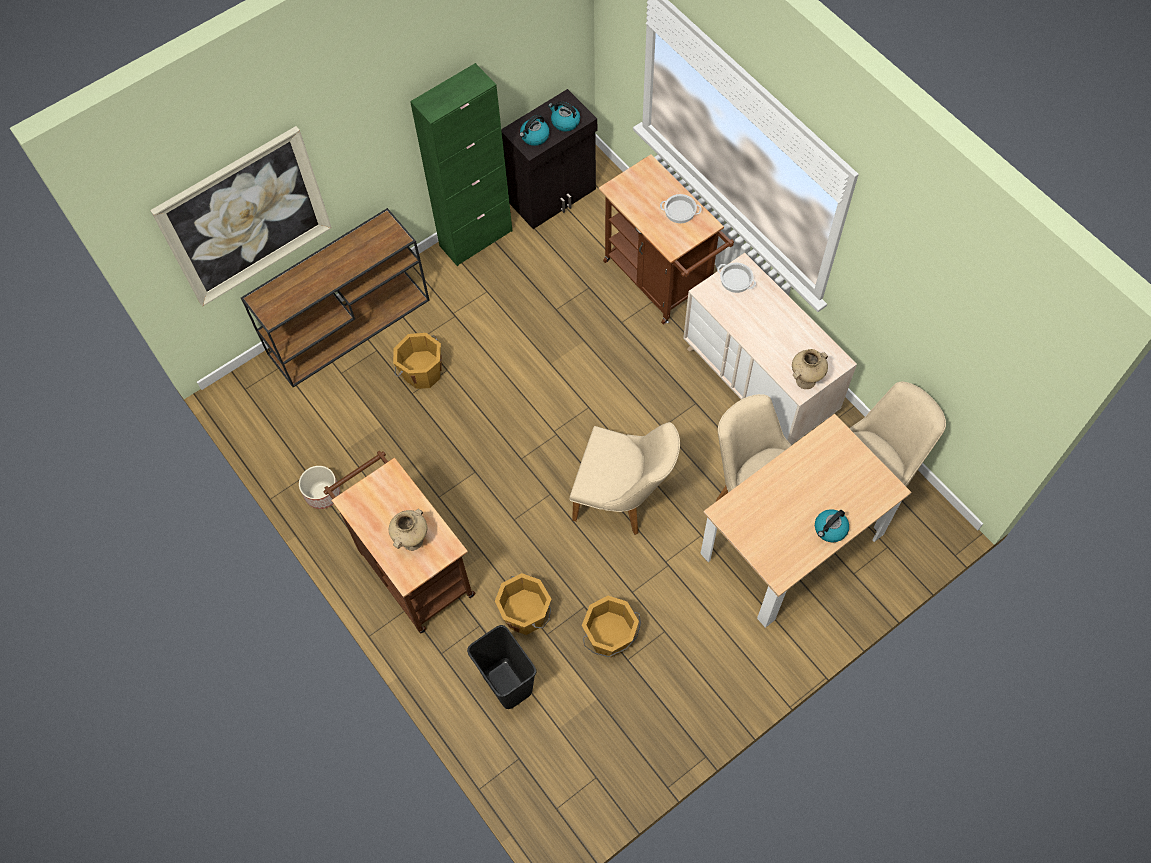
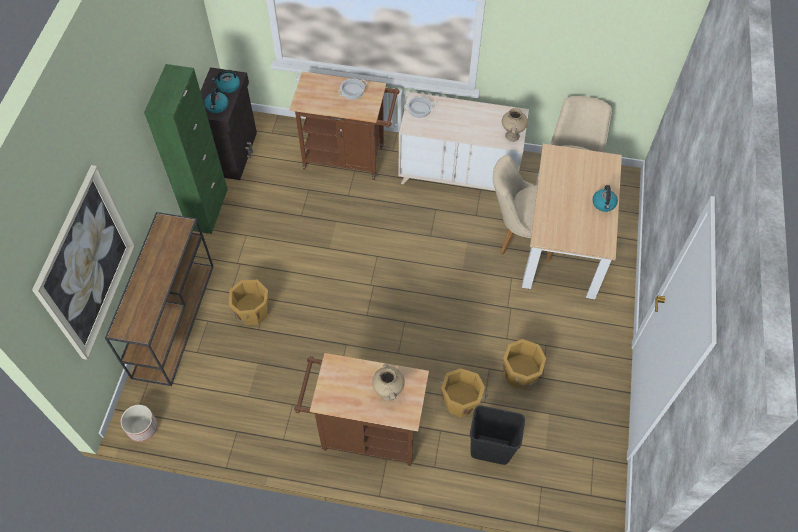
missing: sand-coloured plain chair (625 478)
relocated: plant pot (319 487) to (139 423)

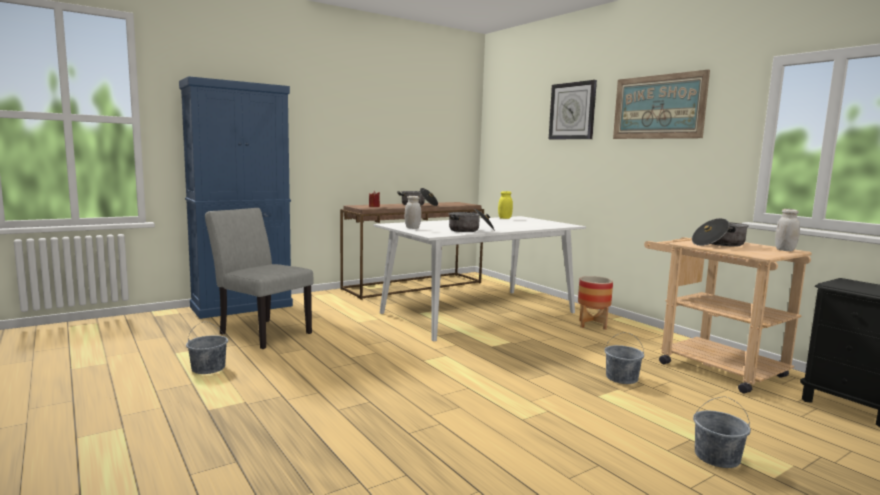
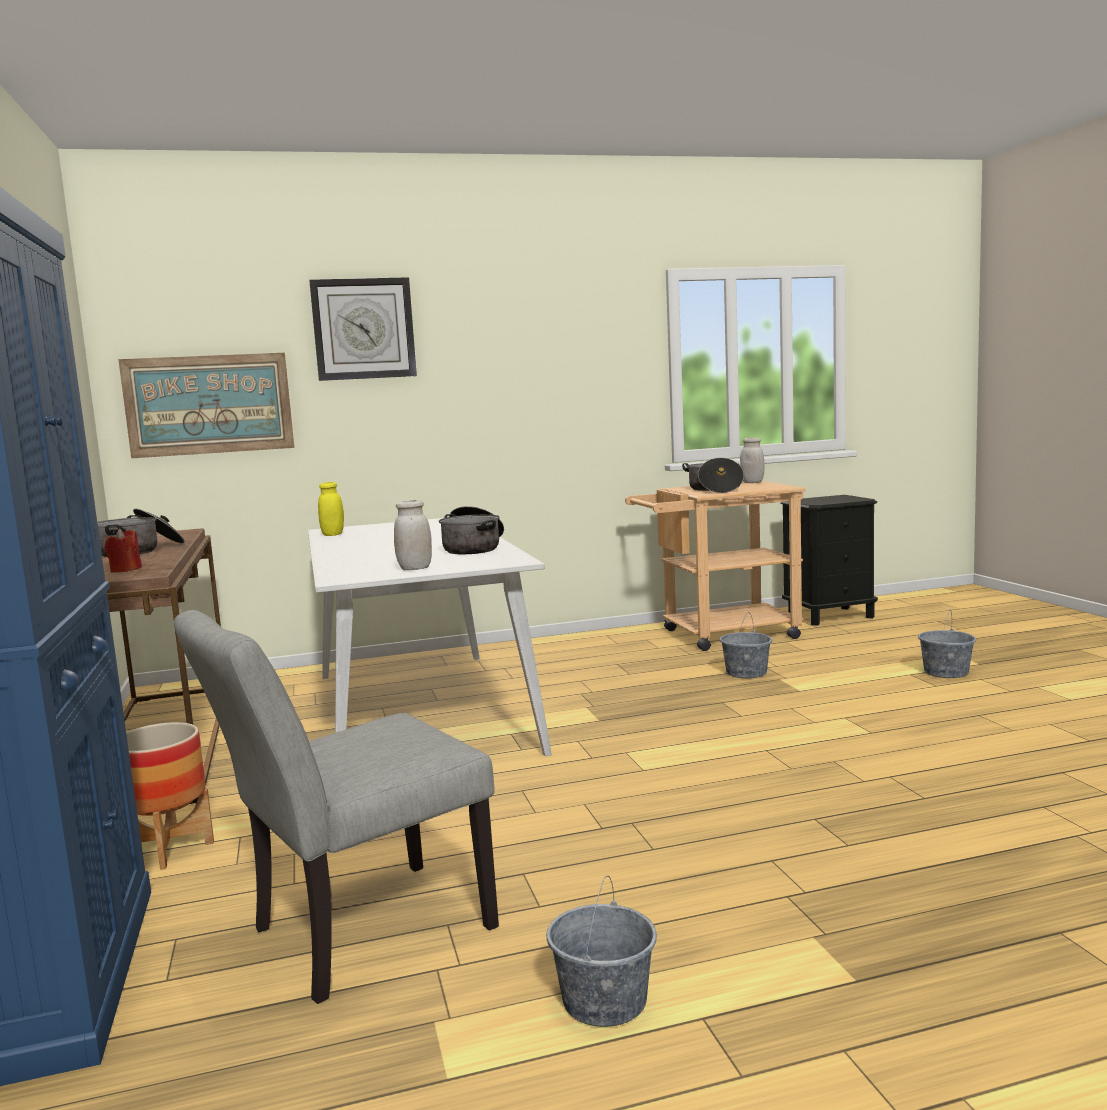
relocated: plant pot (595 303) to (170 796); picture (661 104) to (206 405)

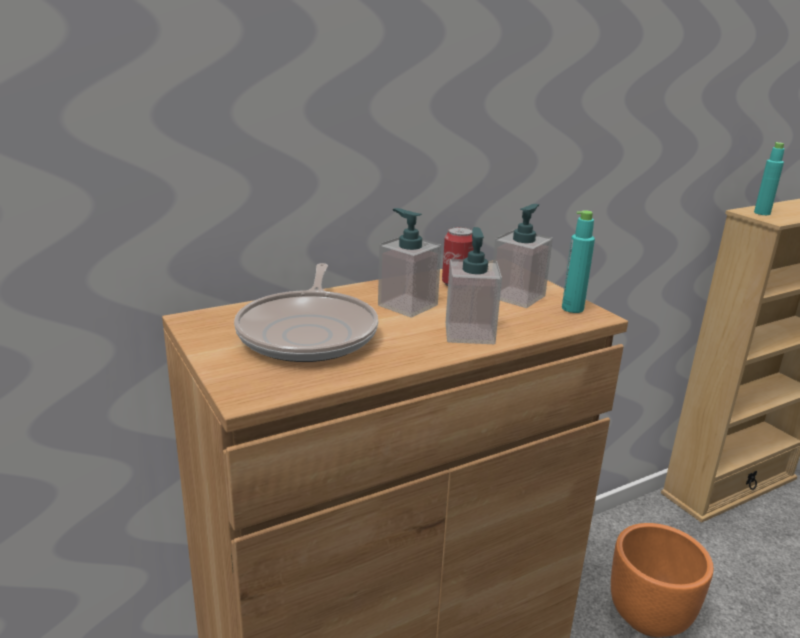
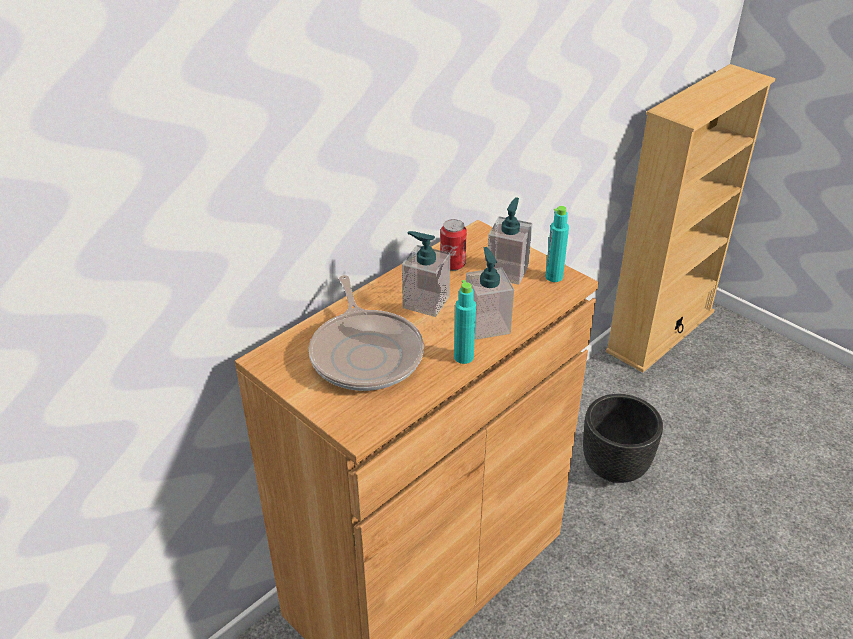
relocated: blue-green beverage bottle (769 178) to (465 322)
colour: orange-coloured plant pot (662 580) to black plant pot (623 438)

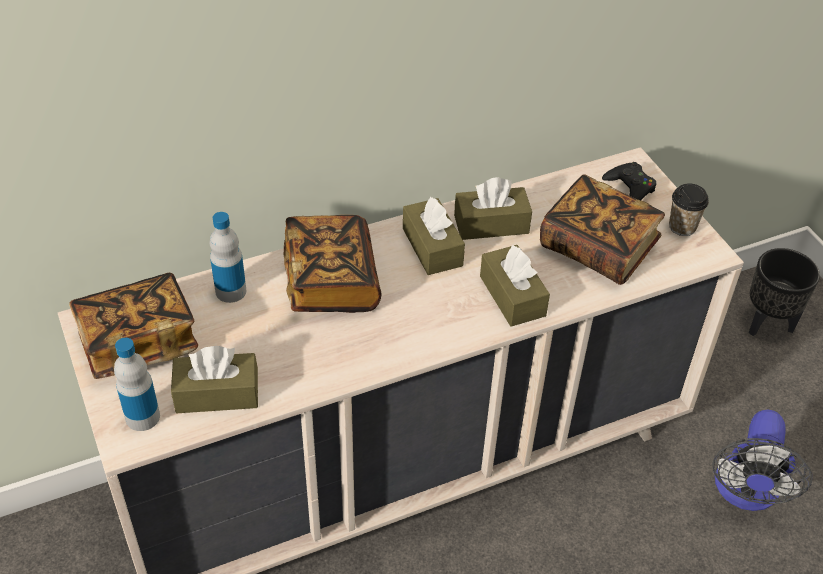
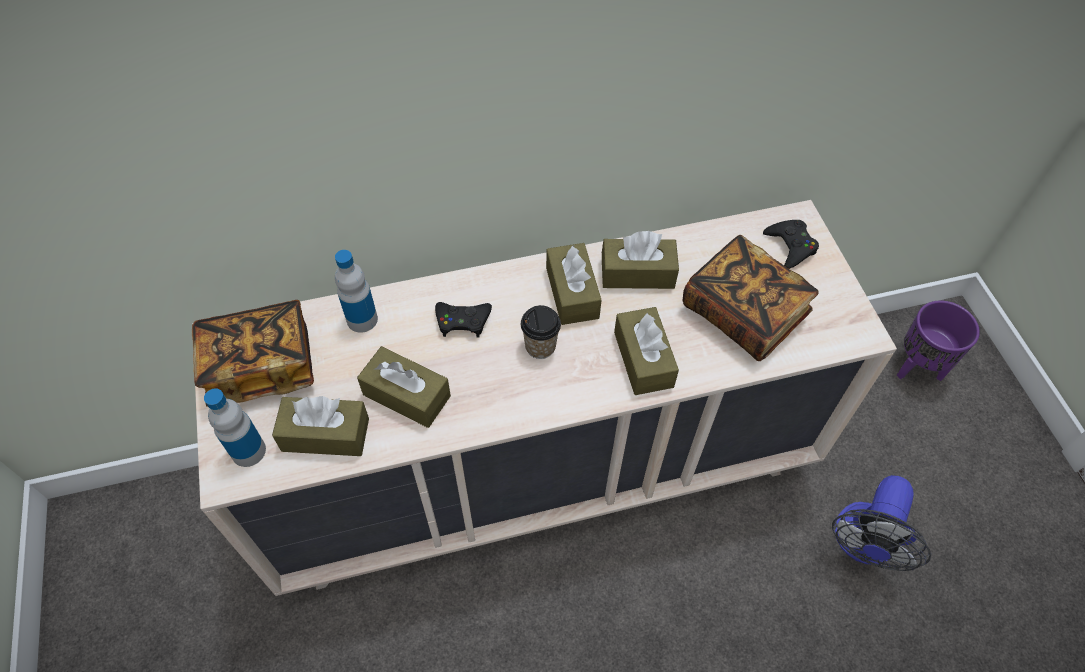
appeared: brownish box of tissues (404 387)
relocated: drinking cup (689 209) to (541 332)
exchanged: book (332 264) to black gamepad (463 320)
colour: black plant pot (784 292) to purple plant pot (938 340)

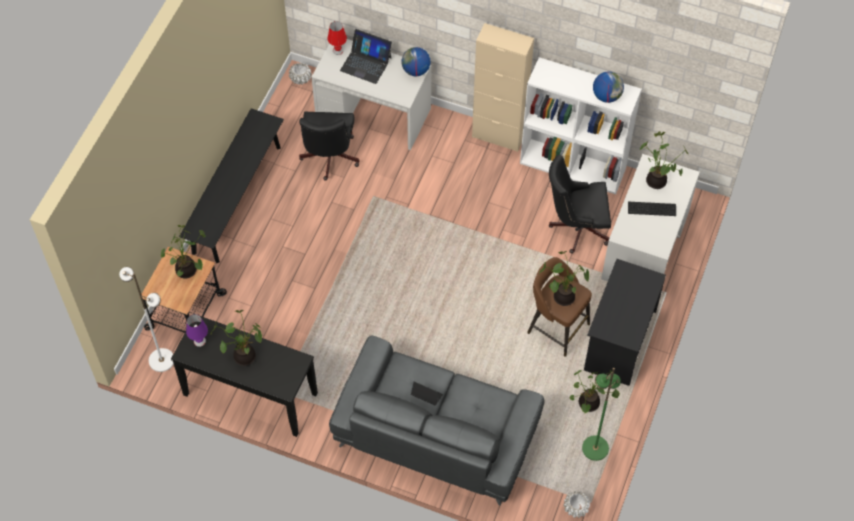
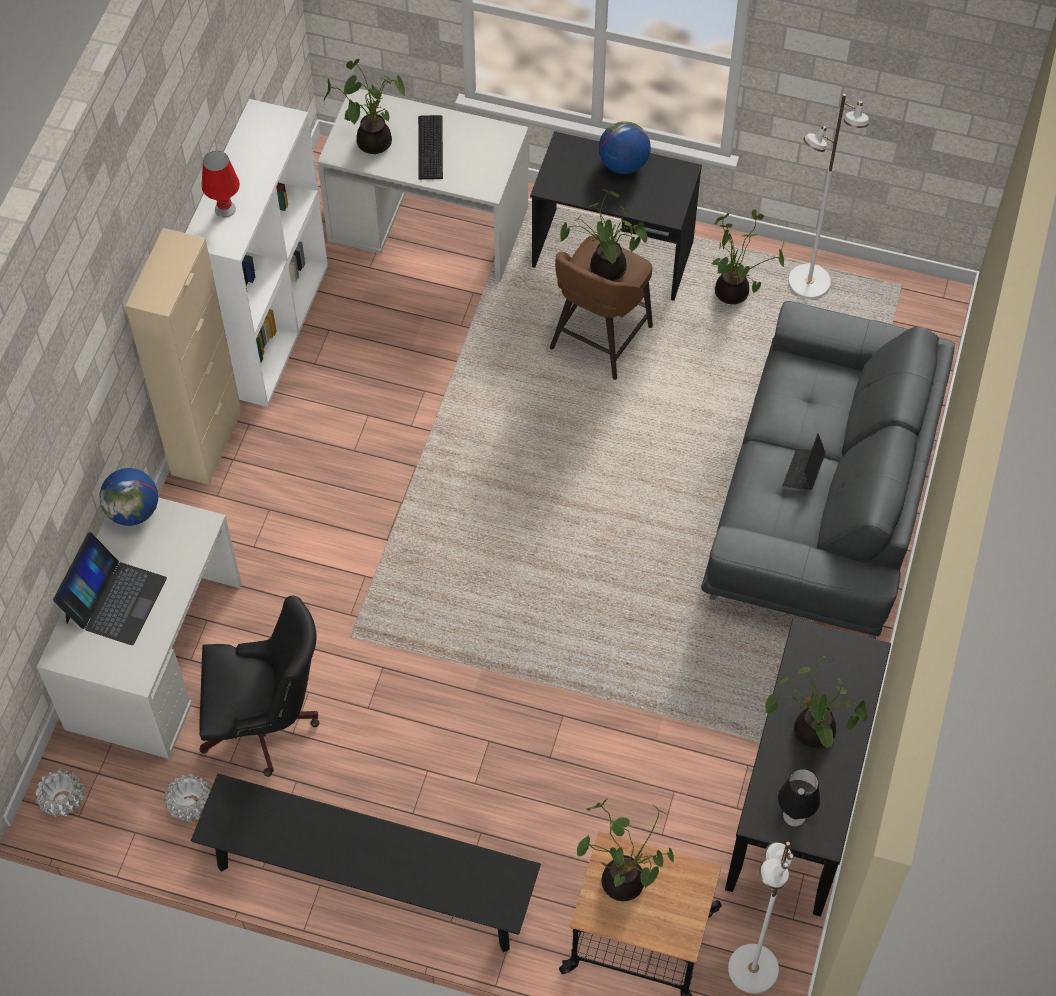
missing: black office chair (580 204)
relocated: red table lamp (337 38) to (221 184); white plant pot (576 504) to (187 798); world globe (608 87) to (625 147)
colour: purple table lamp (197 330) to black table lamp (799 797); green-coloured standing lamp (601 414) to white standing lamp (828 196)

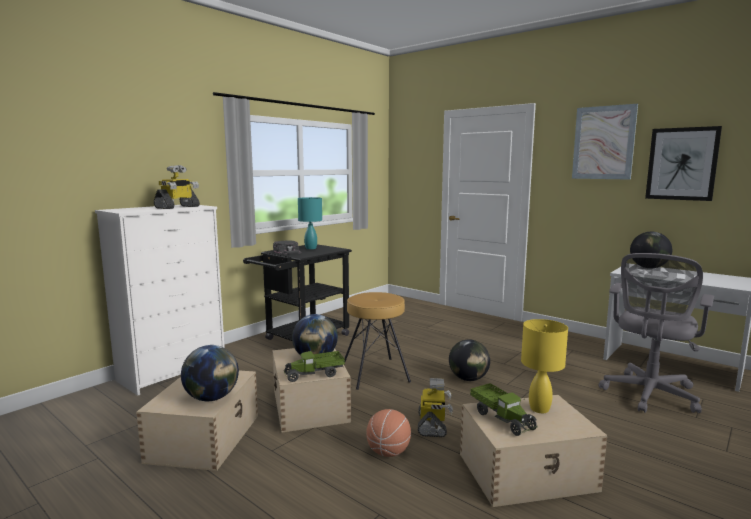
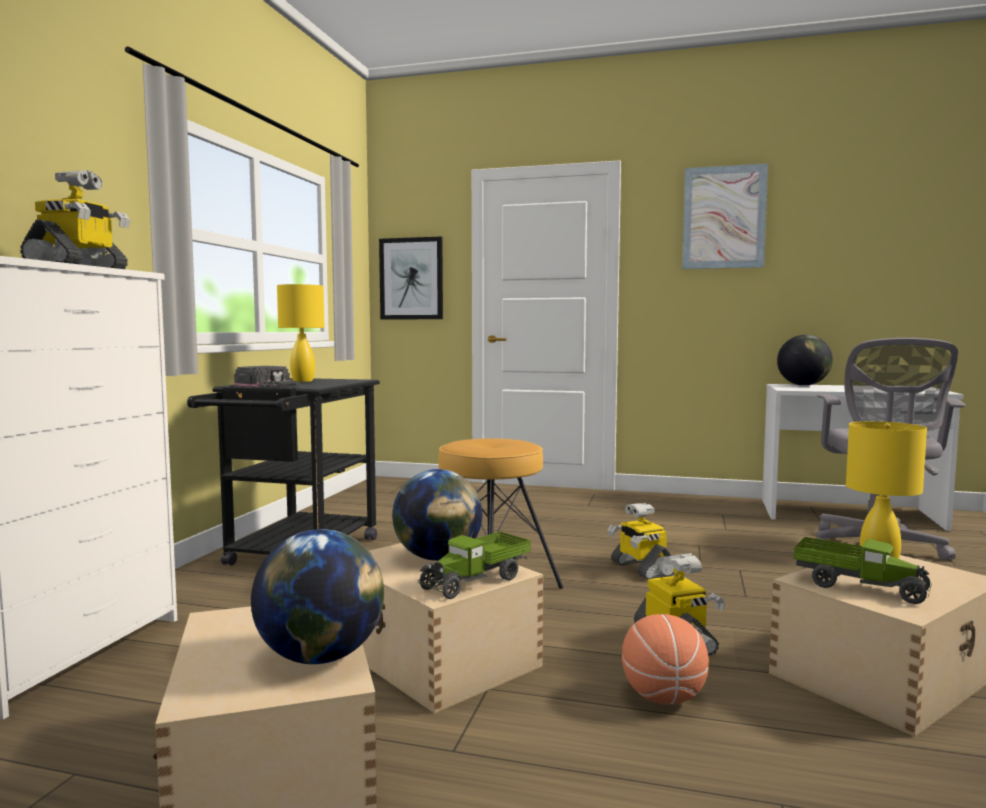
relocated: picture (683 163) to (411 278)
exchanged: world globe (469 360) to robot figure (640 541)
colour: blue-green table lamp (310 223) to yellow table lamp (300 333)

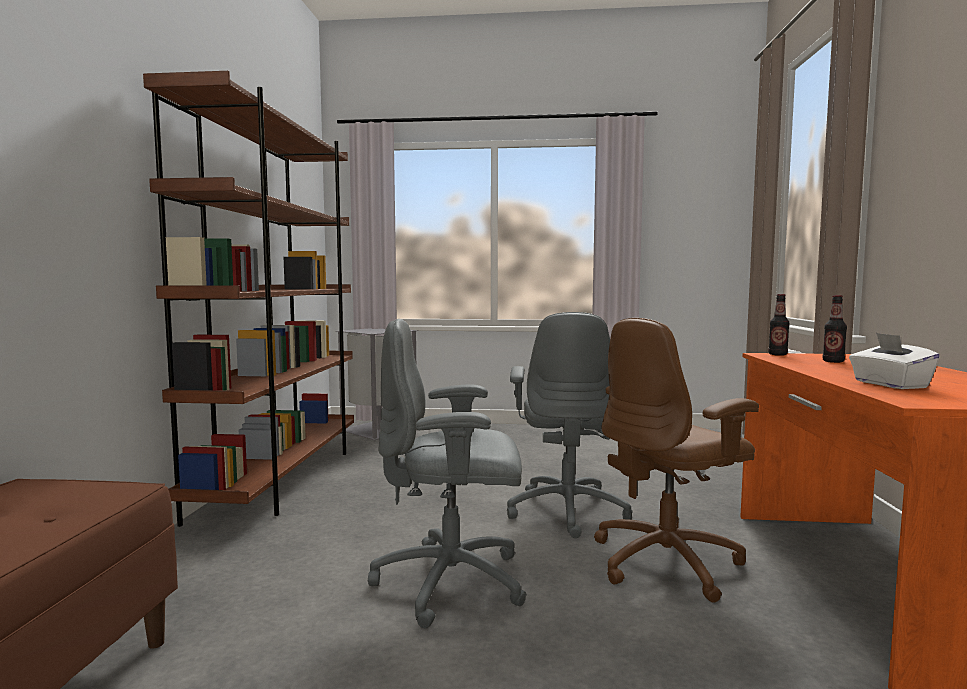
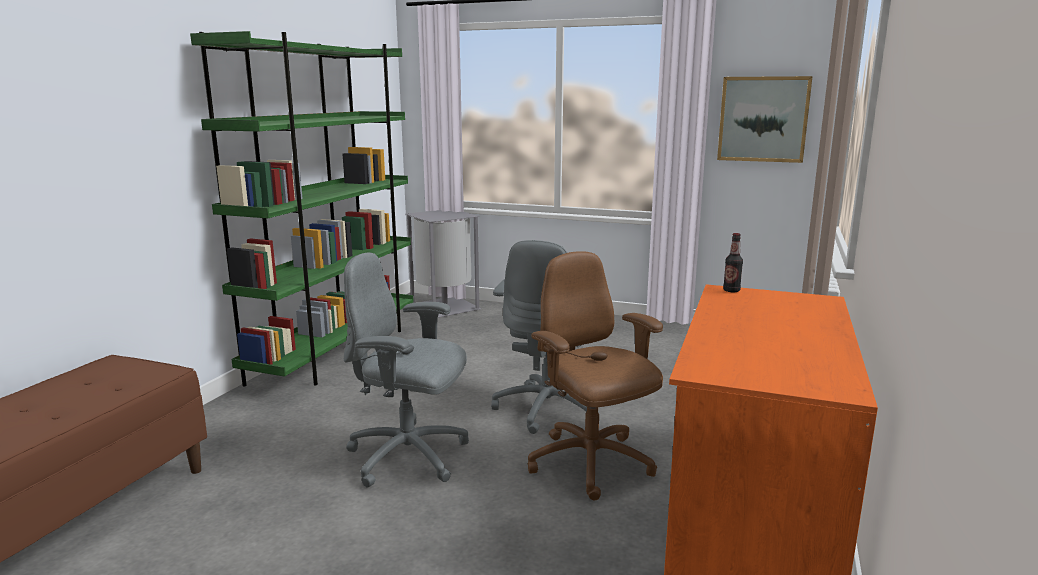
missing: beverage bottle (835 329); white box of tissues (894 361)
appeared: picture (765 119)
colour: brownish shelving unit (248 299) to green-coloured shelving unit (302 209)
spun: brownish office chair (676 460) = (595 375) 75 degrees clockwise

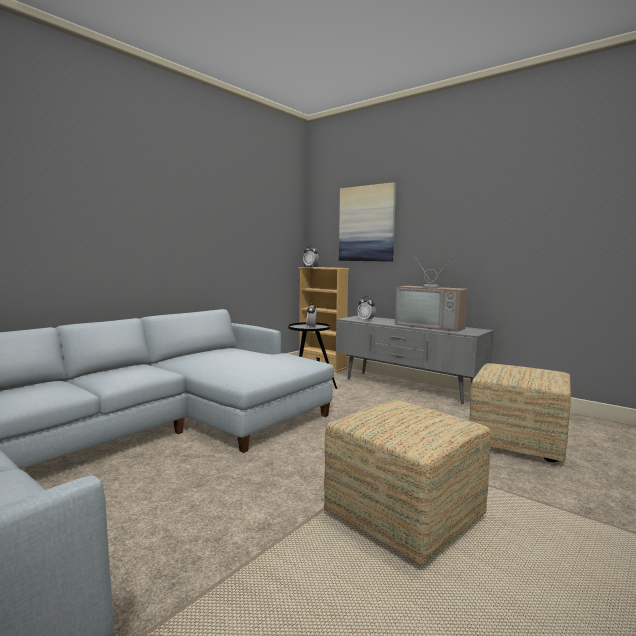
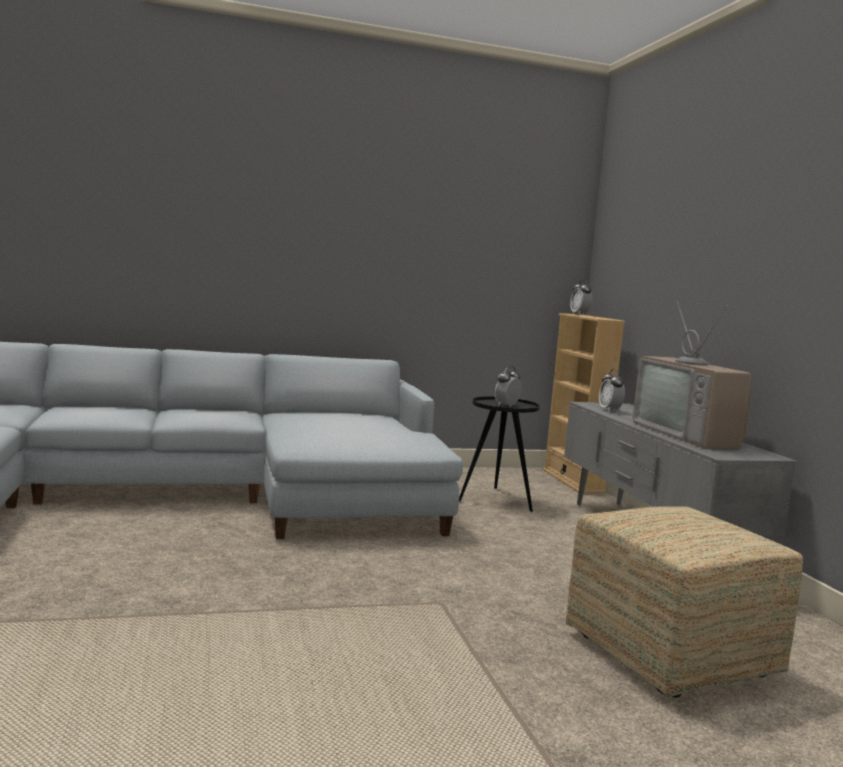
missing: ottoman (407 482); picture (367 222)

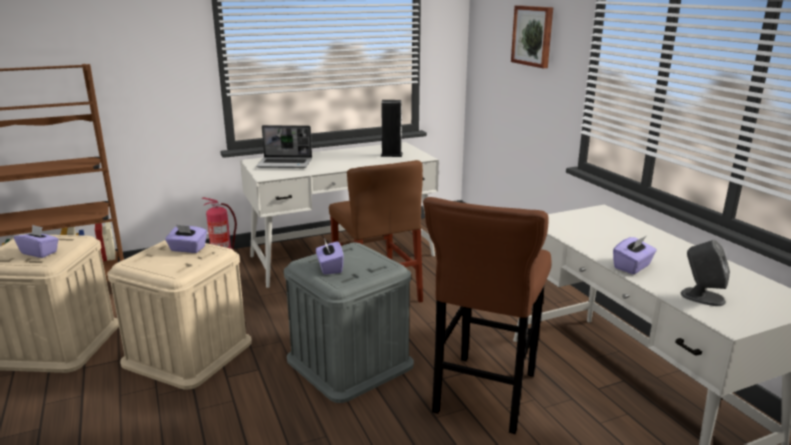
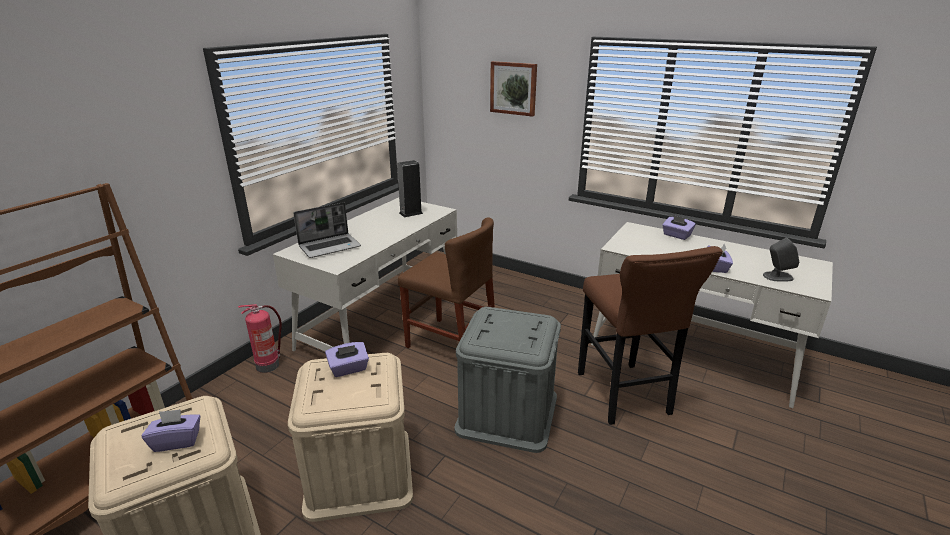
relocated: purple box of tissues (330 256) to (679 227)

